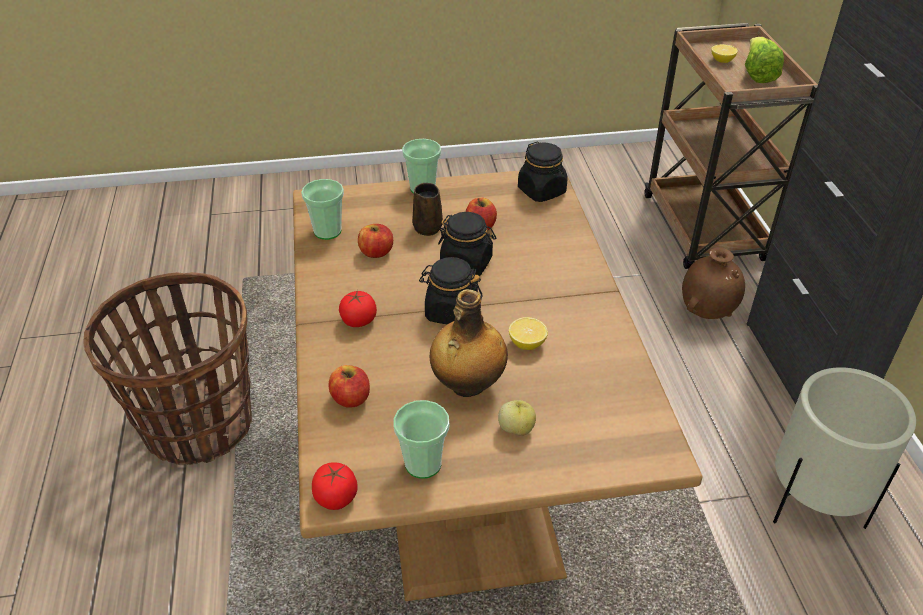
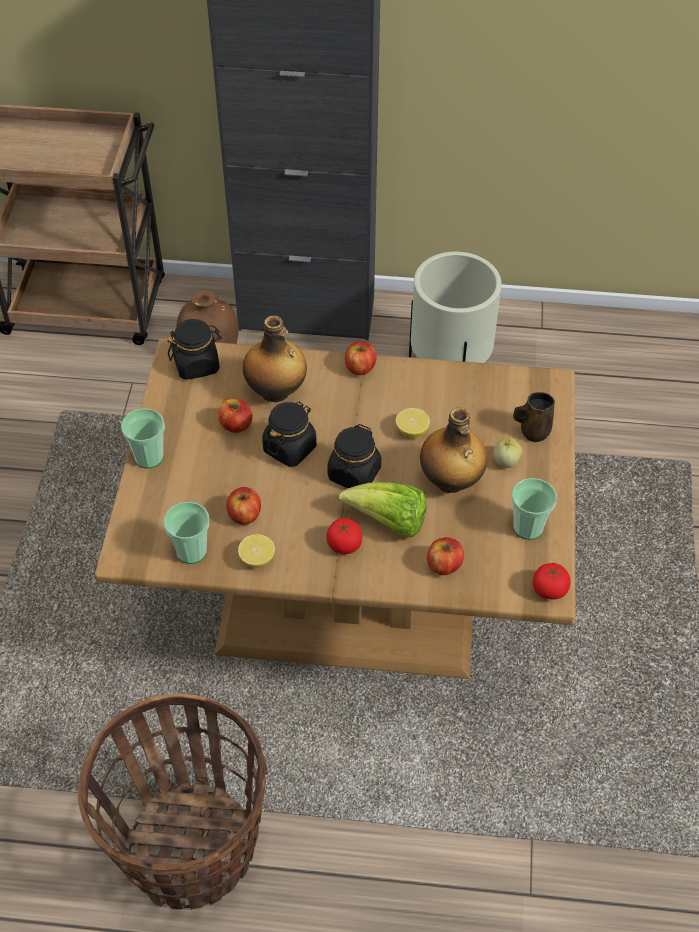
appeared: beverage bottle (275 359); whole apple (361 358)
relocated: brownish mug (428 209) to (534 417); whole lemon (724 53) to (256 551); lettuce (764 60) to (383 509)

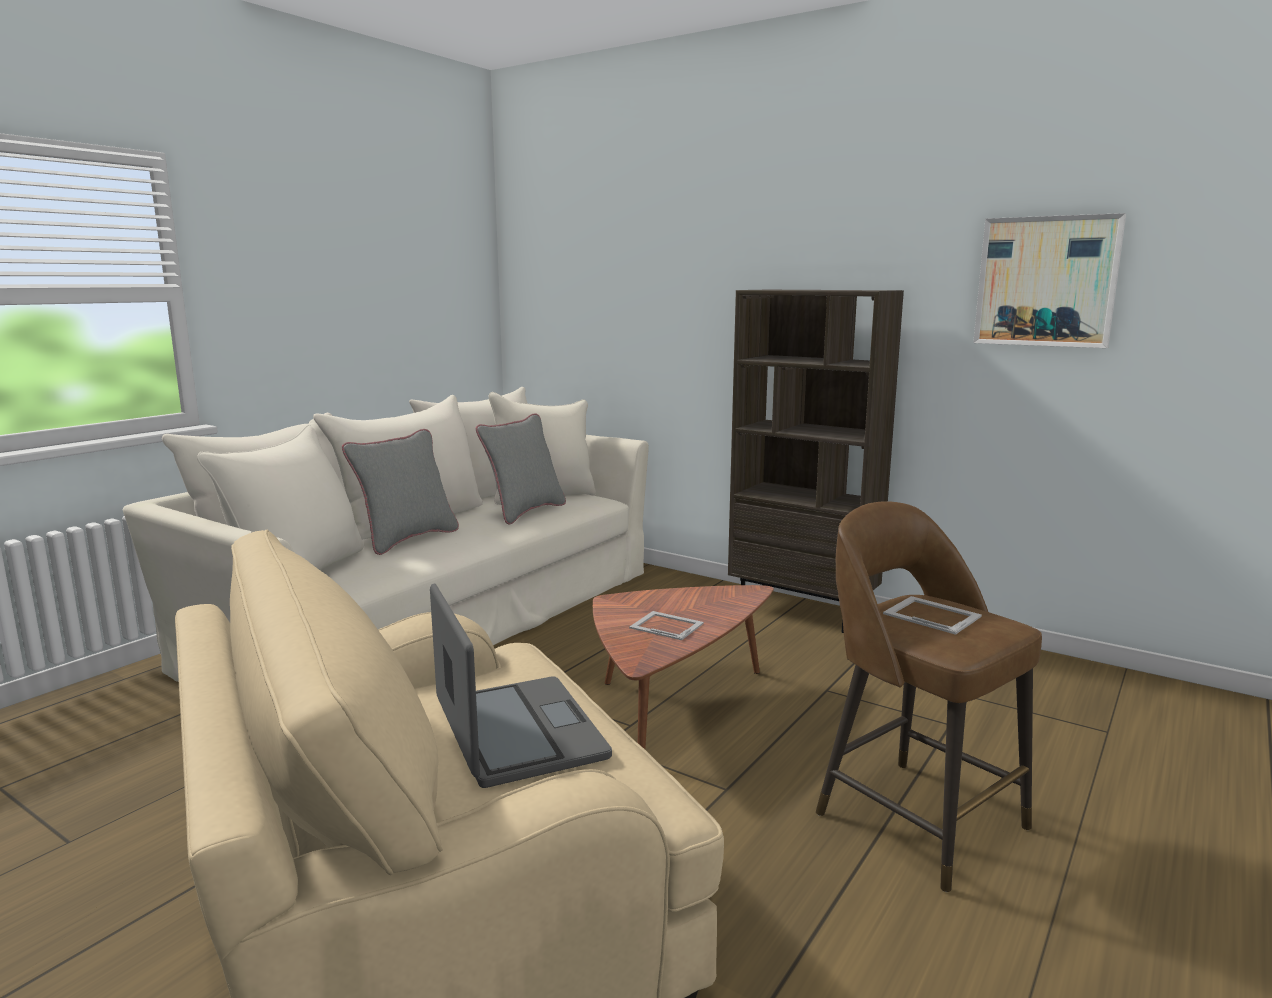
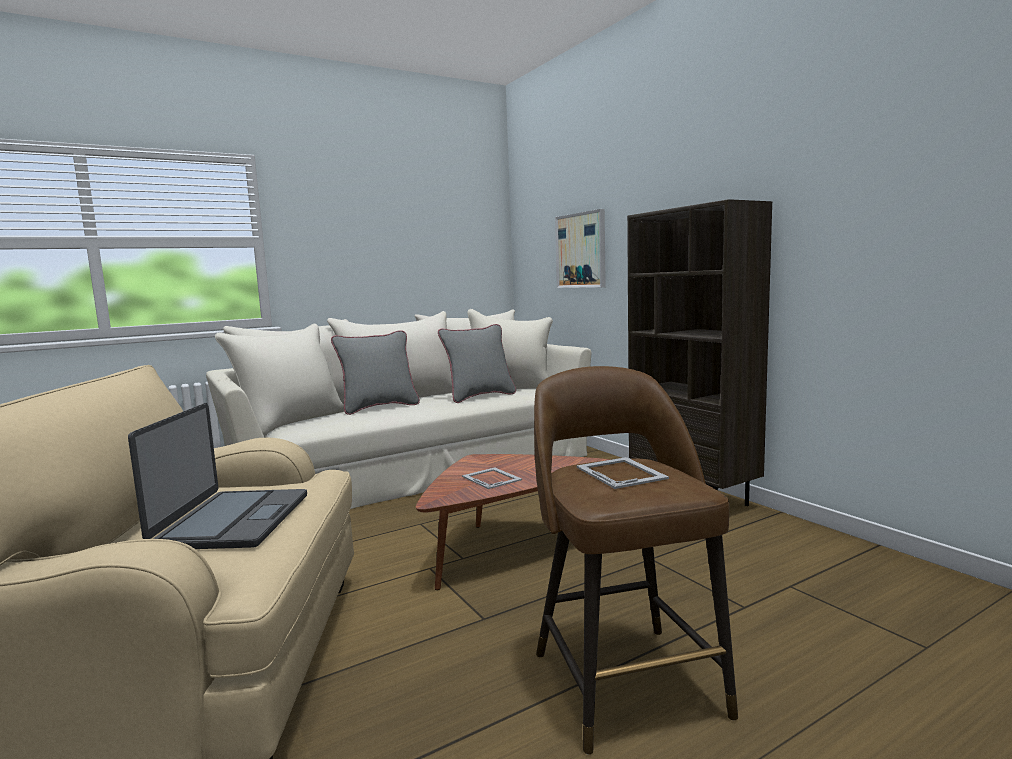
relocated: picture (1049 280) to (580 248)

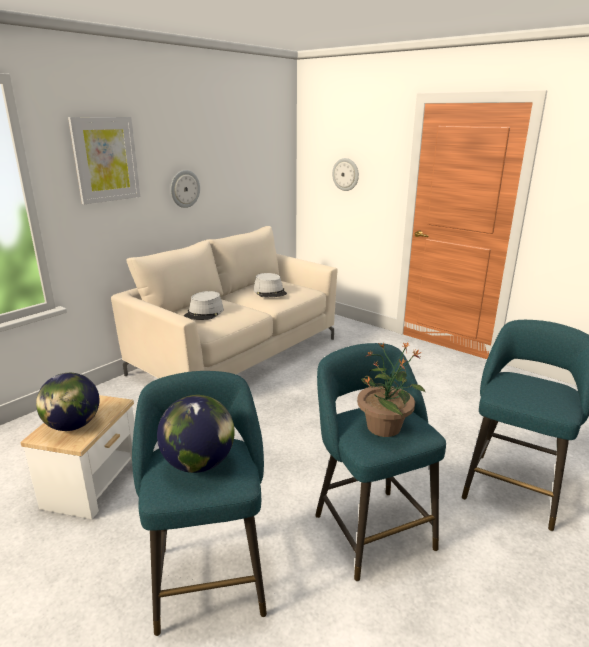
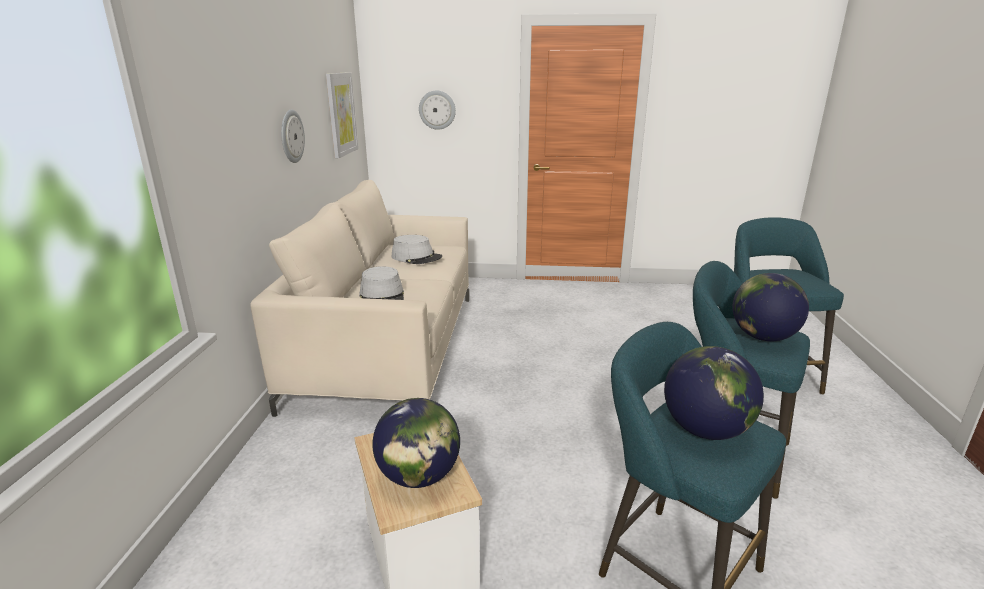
relocated: picture (104 160) to (342 115)
exchanged: potted plant (391 389) to world globe (770 307)

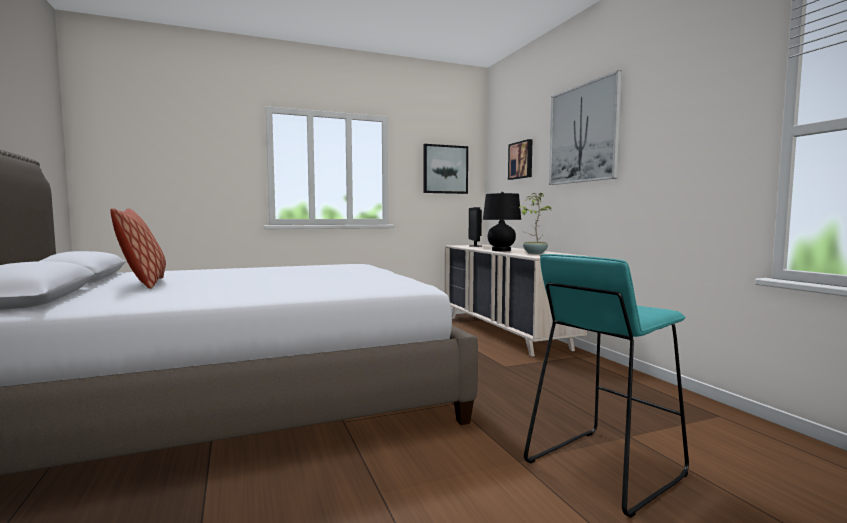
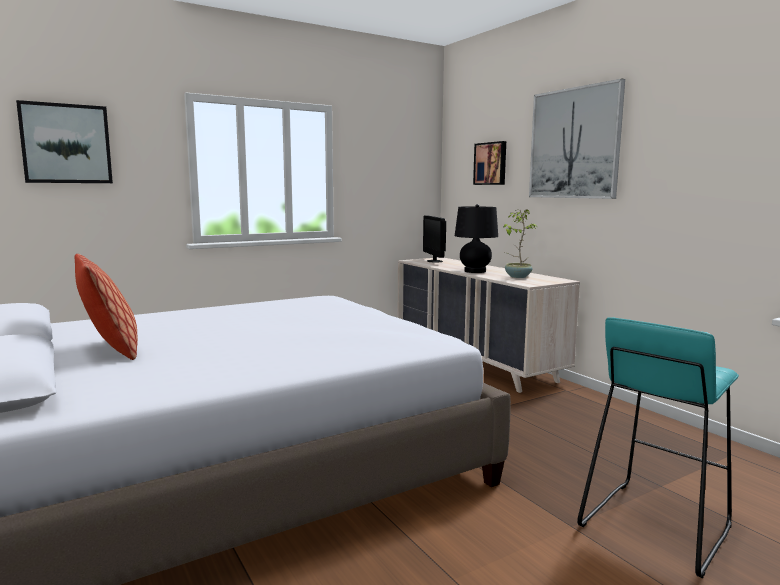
relocated: picture (445 169) to (64 141)

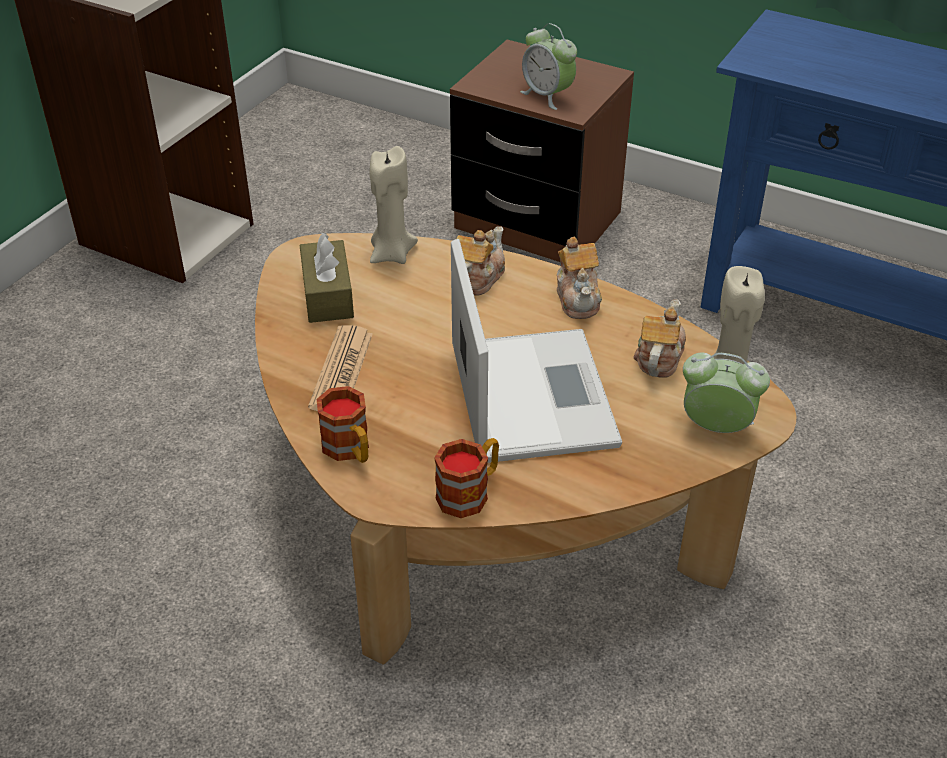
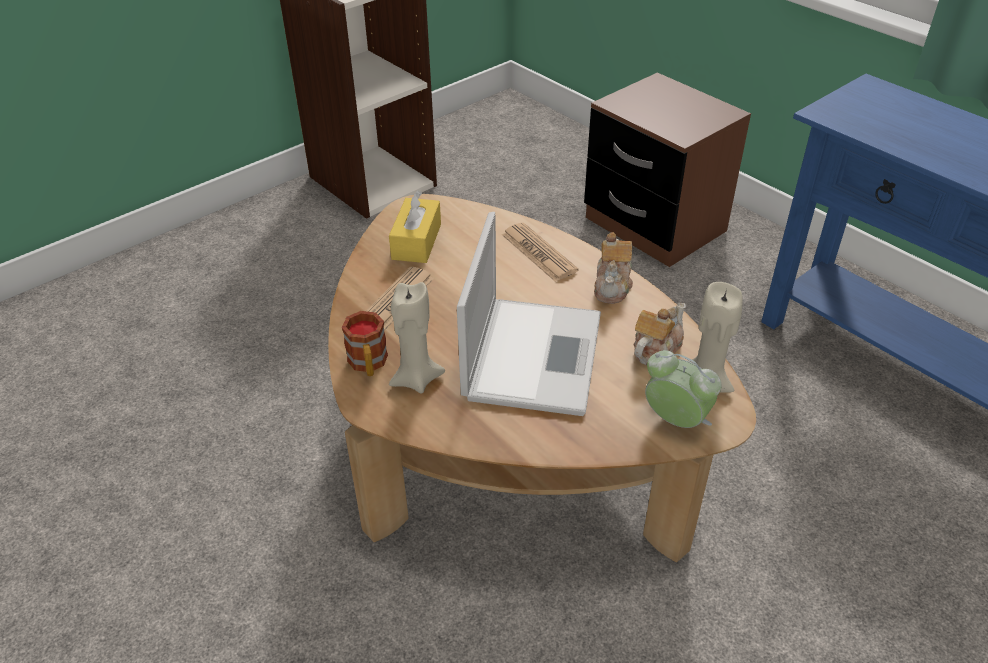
missing: mug (466 478); bedside clock (548 66)
relocated: sand-coloured wax light (393 205) to (417 337)
exchanged: pot for tea (480 261) to daily paper (540 252)
colour: brownish box of tissues (327 277) to yellow box of tissues (415 226)

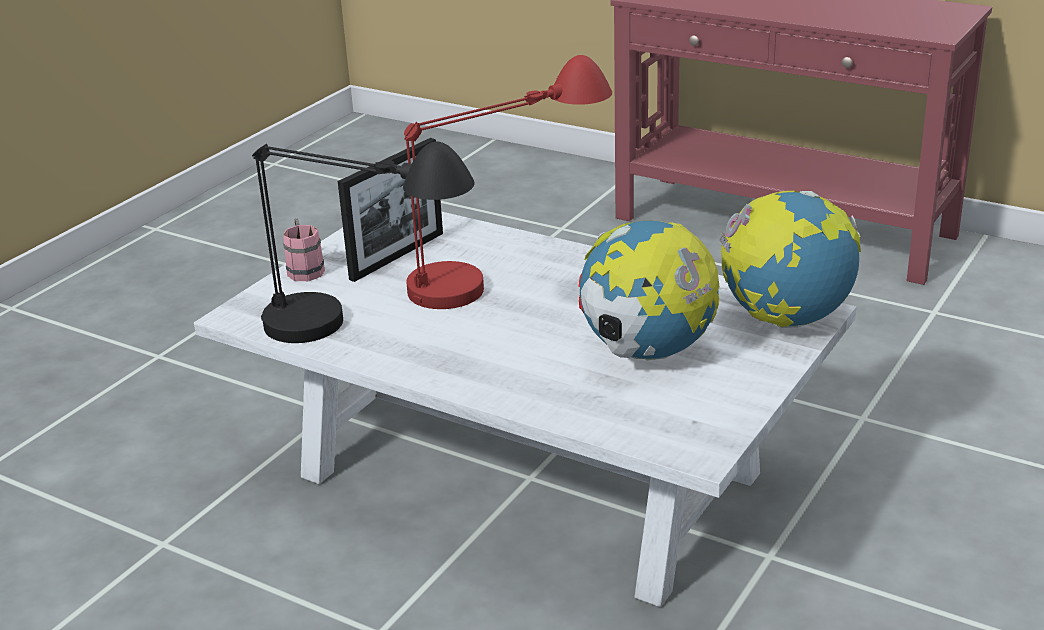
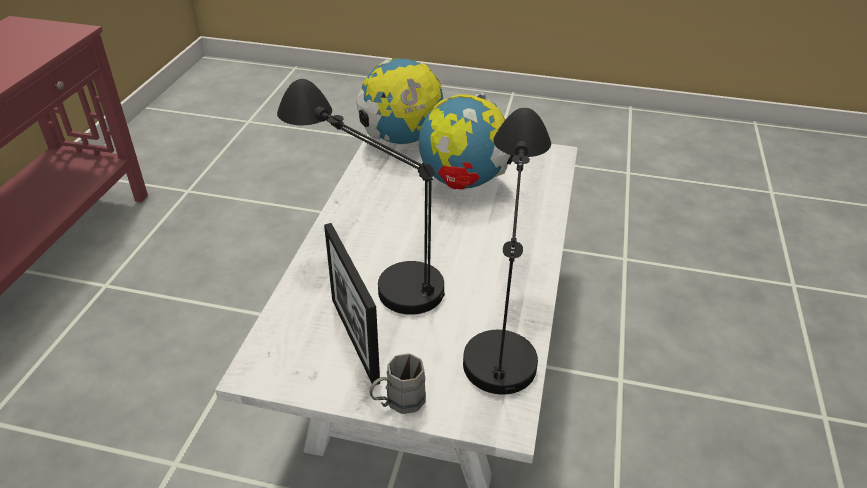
colour: pink-coloured mug (304 250) to gray mug (398 383); red table lamp (508 182) to black table lamp (361 197)
spun: standing frame (390 210) = (352 304) 135 degrees counterclockwise

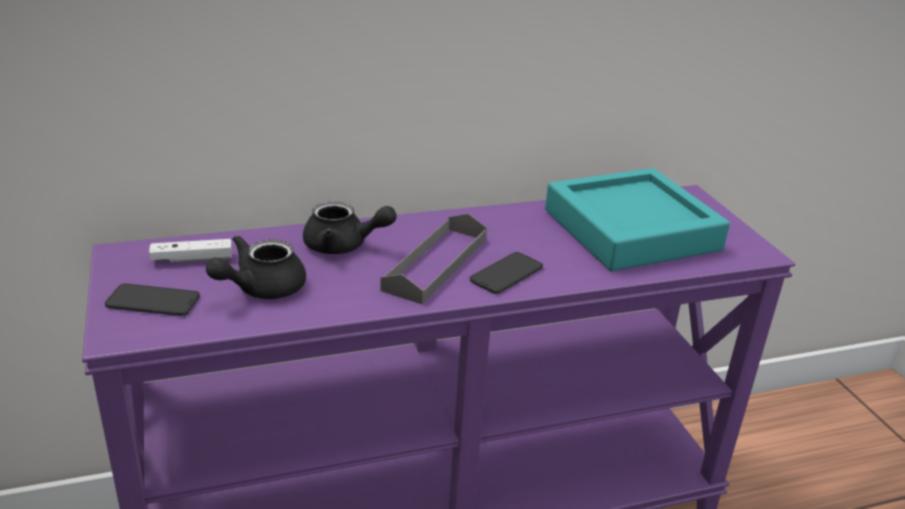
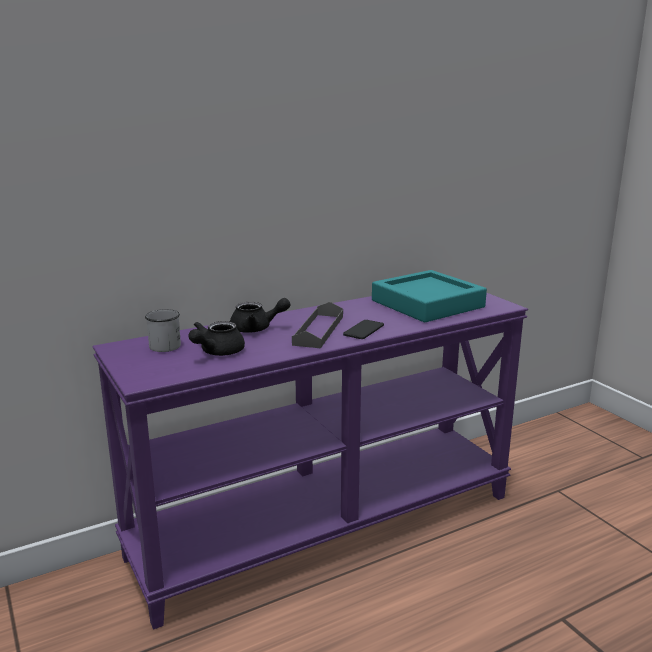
missing: handset (152 299)
exchanged: white gamepad (190 251) to white mug (163 330)

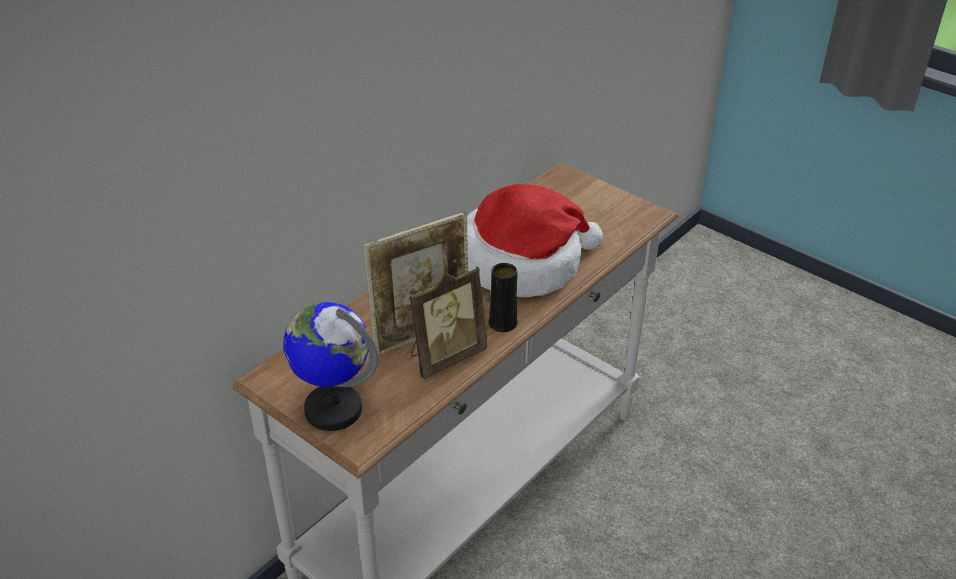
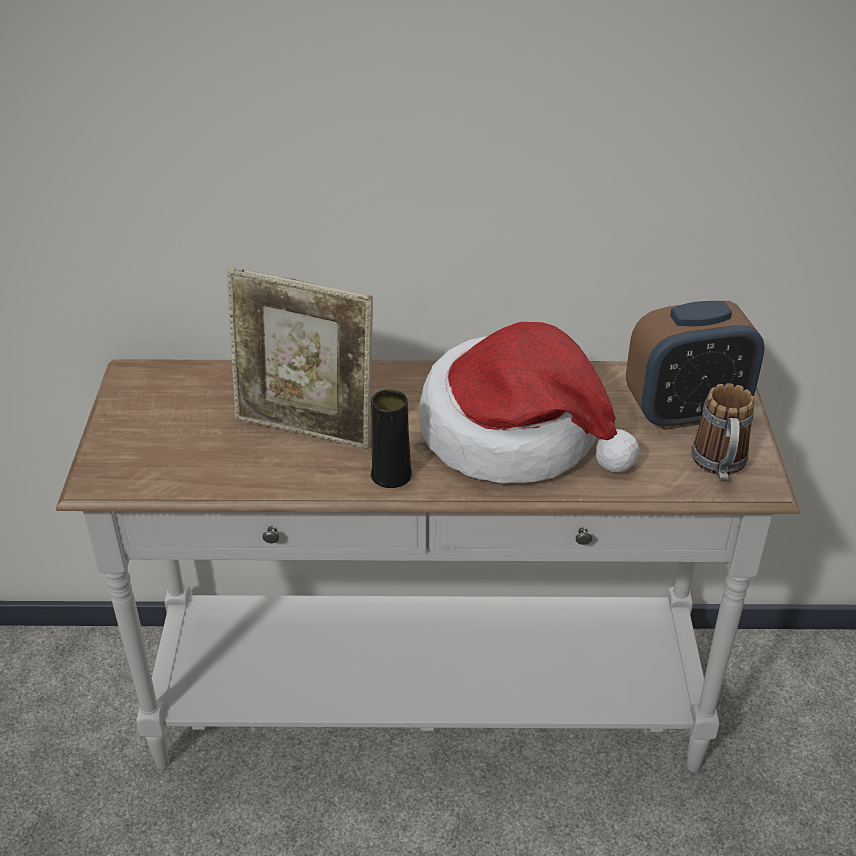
missing: world globe (330 366); standing frame (448 322)
appeared: bedside clock (695 365); mug (722 432)

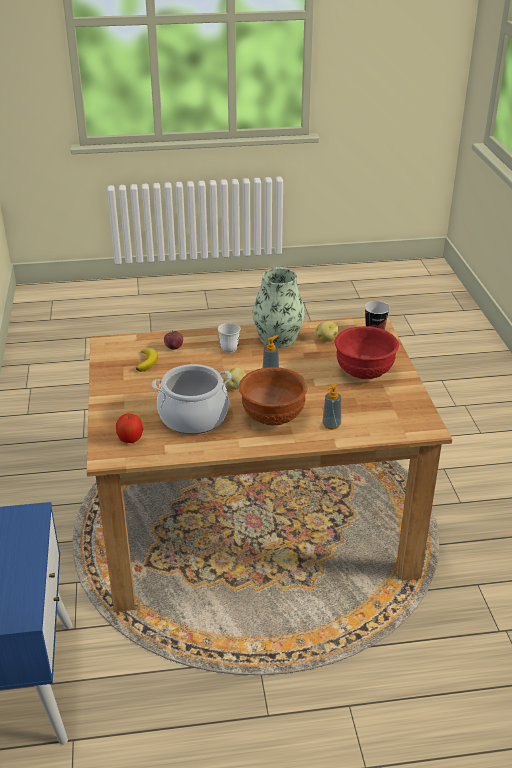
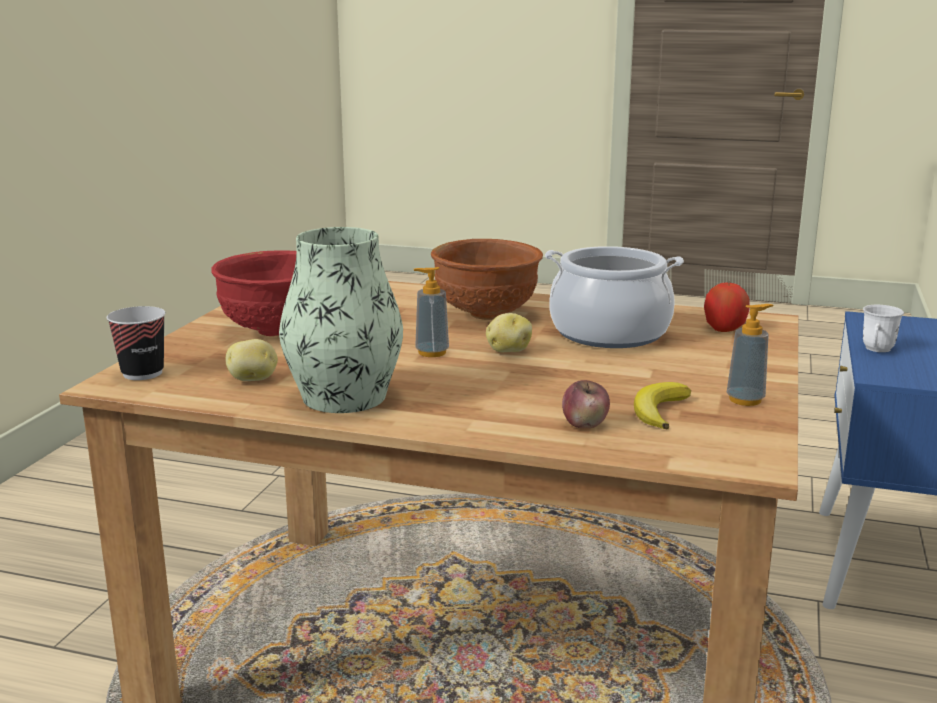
relocated: white mug (229 338) to (883 328); soap bottle (331 406) to (750 355)

